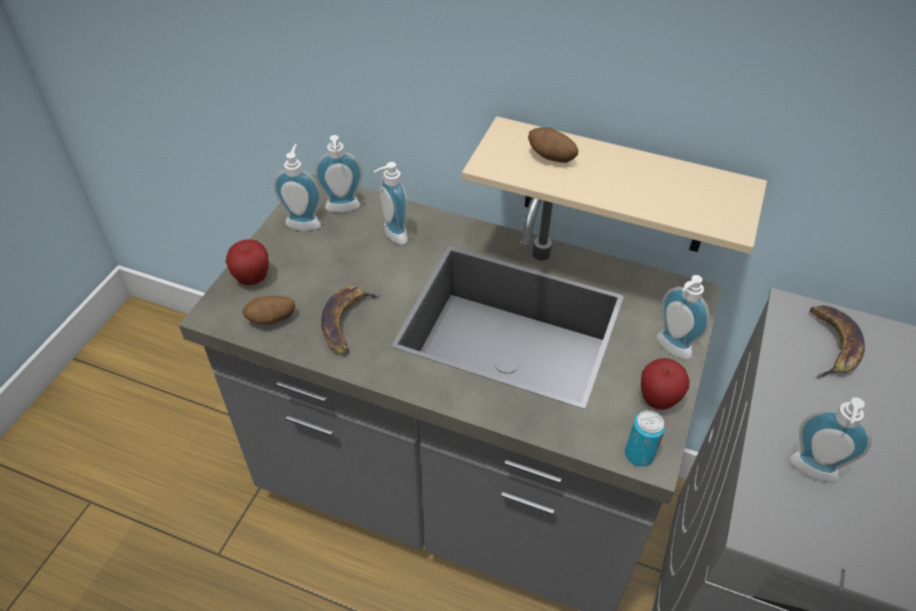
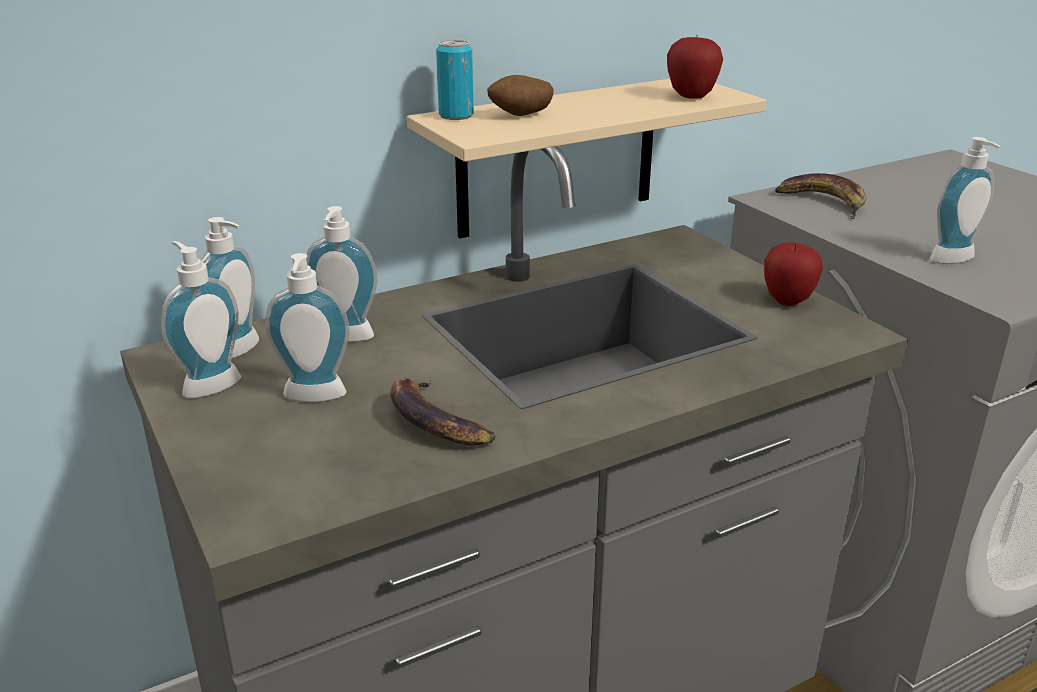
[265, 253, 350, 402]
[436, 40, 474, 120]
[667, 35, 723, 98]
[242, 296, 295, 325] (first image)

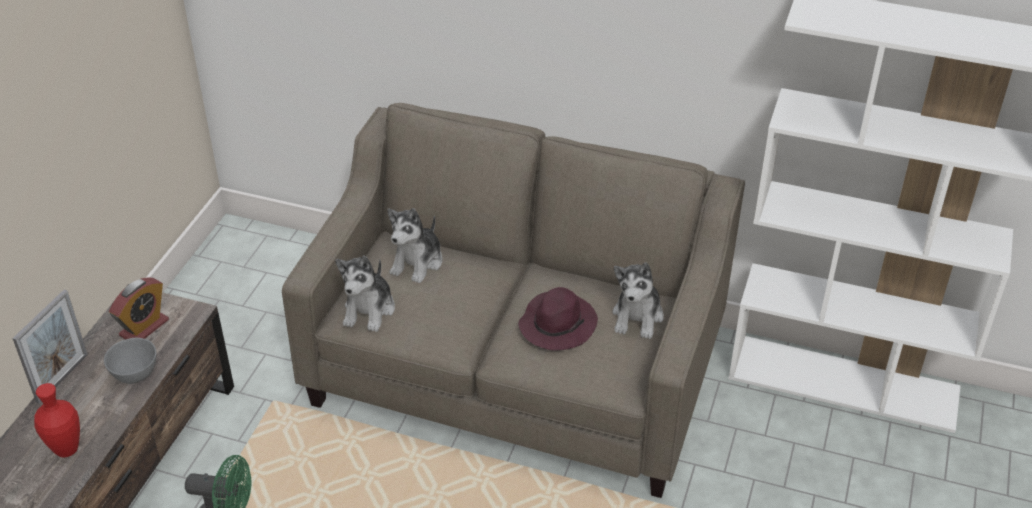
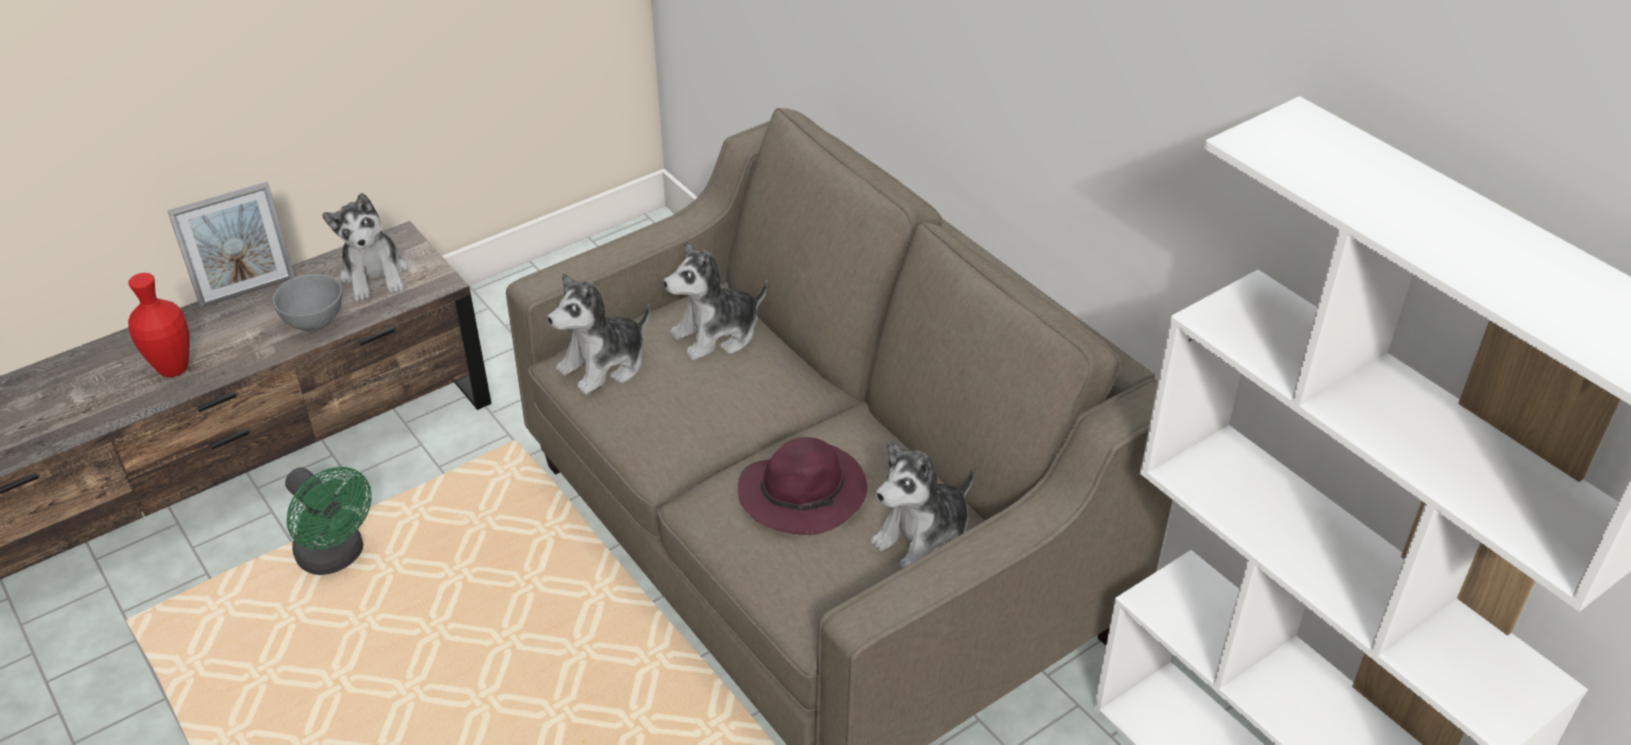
[322, 193, 408, 302]

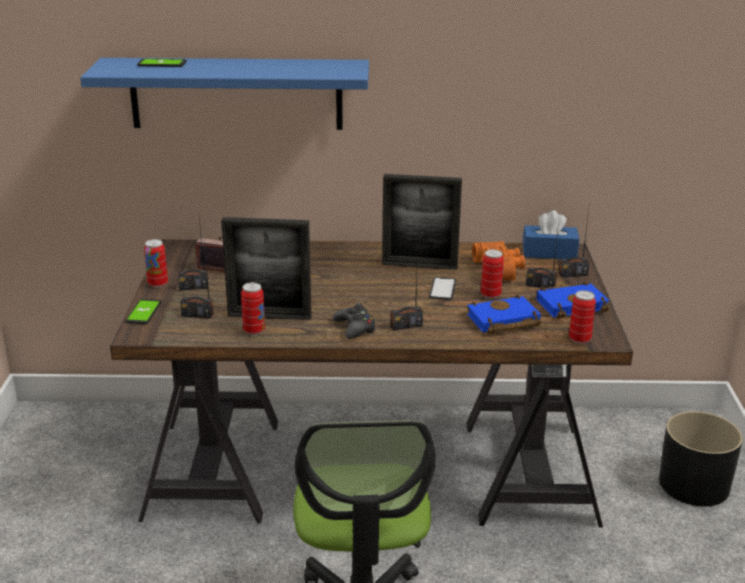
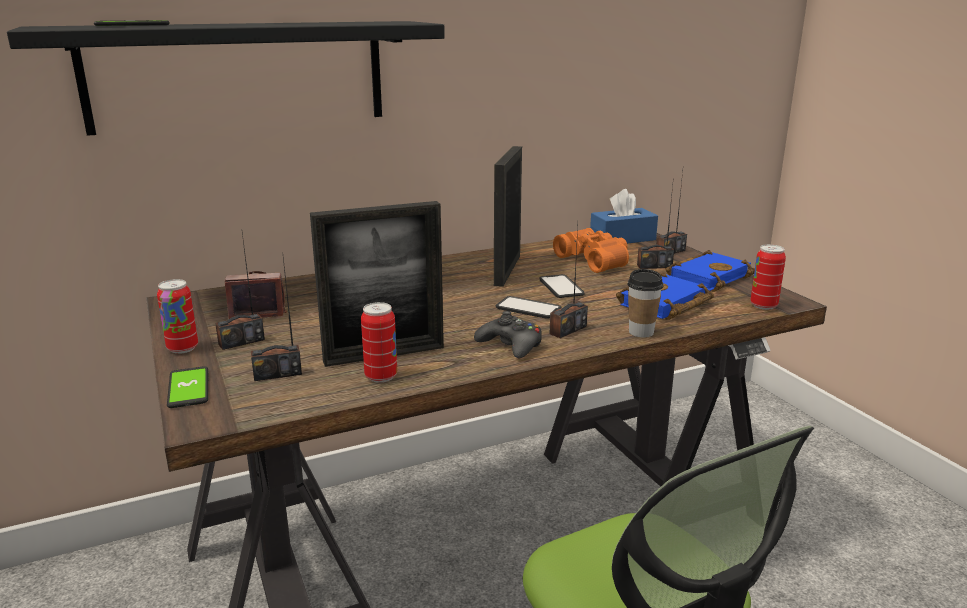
[7, 21, 445, 136]
[494, 146, 522, 287]
[496, 296, 562, 318]
[627, 269, 663, 338]
[481, 249, 504, 299] (first image)
[659, 411, 743, 506] (first image)

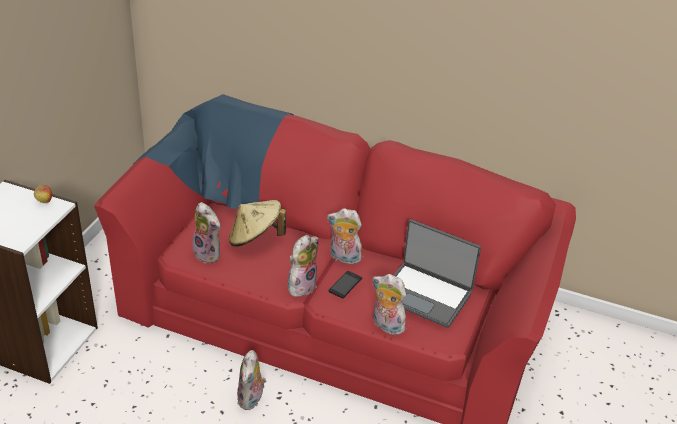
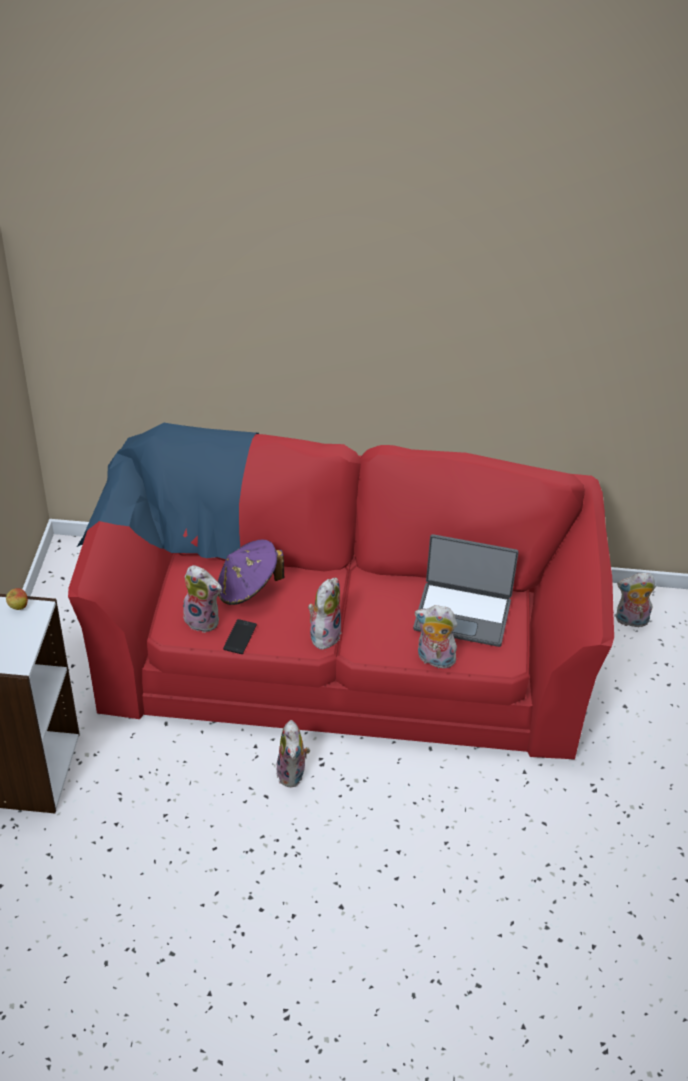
[218, 540, 284, 605]
[223, 619, 257, 654]
[616, 573, 656, 630]

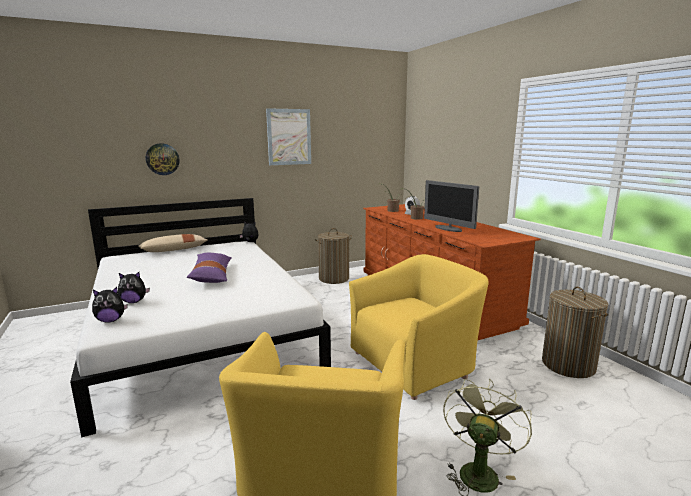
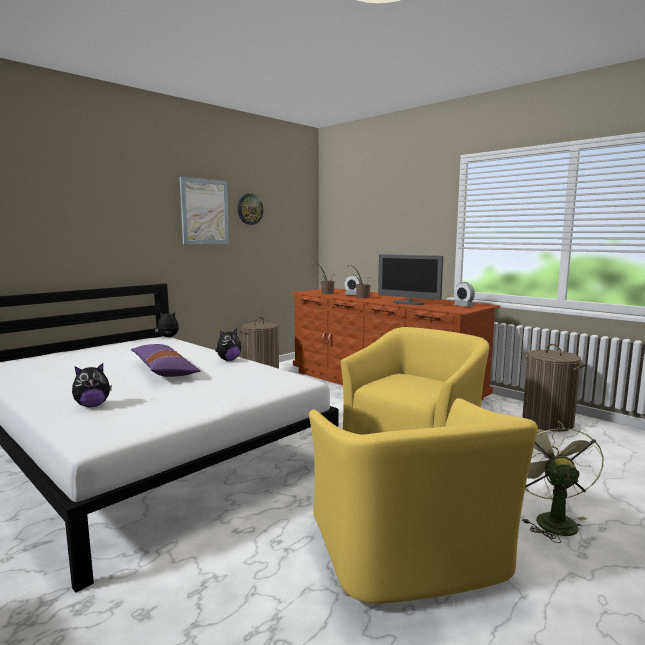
[215, 329, 241, 361]
[237, 194, 263, 225]
[454, 282, 475, 307]
[138, 234, 208, 252] (first image)

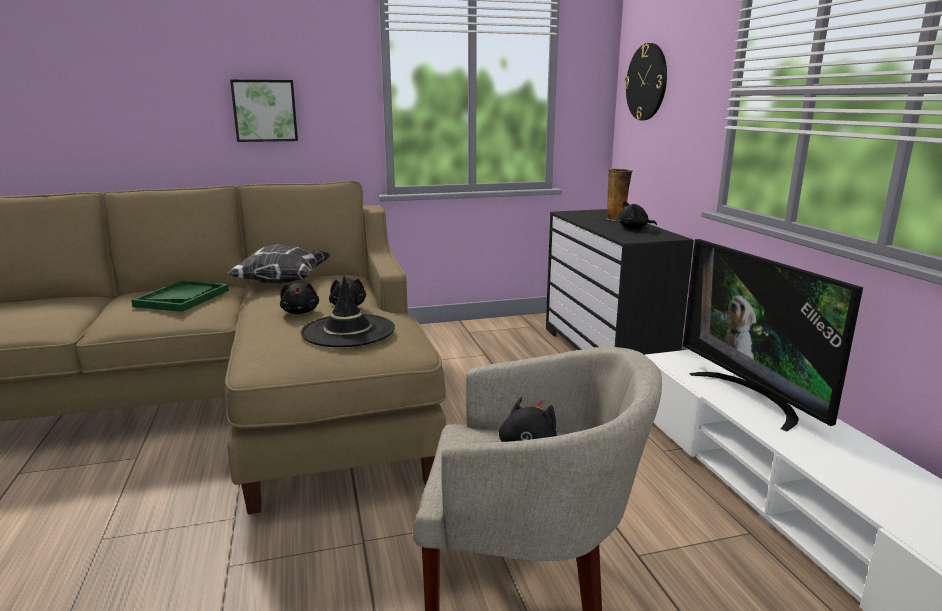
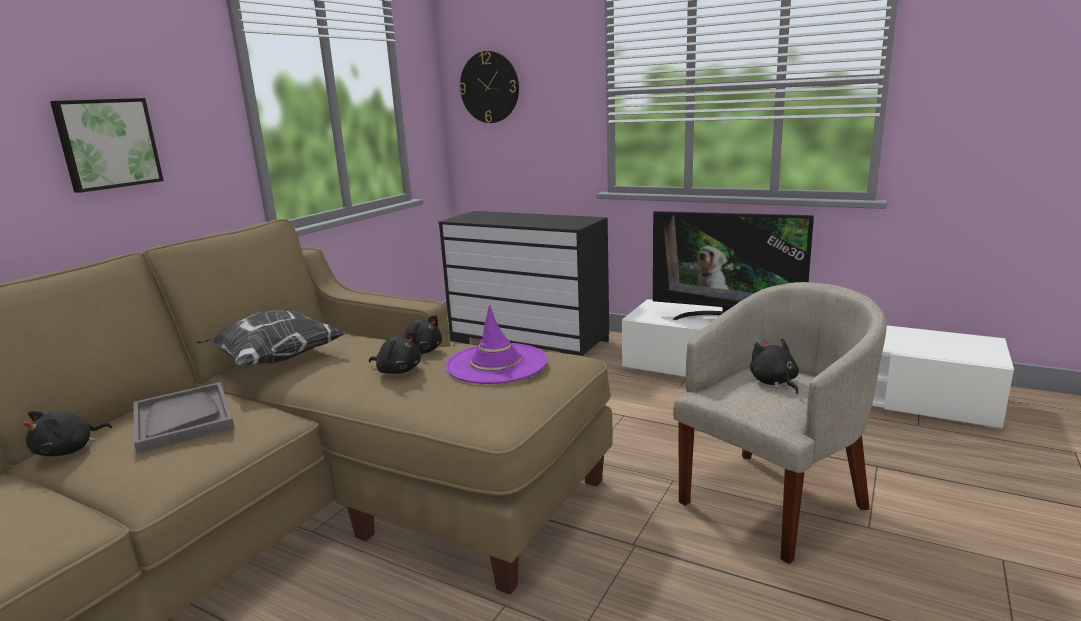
[24, 411, 112, 456]
[134, 382, 234, 454]
[446, 305, 547, 384]
[606, 169, 632, 221] (first image)

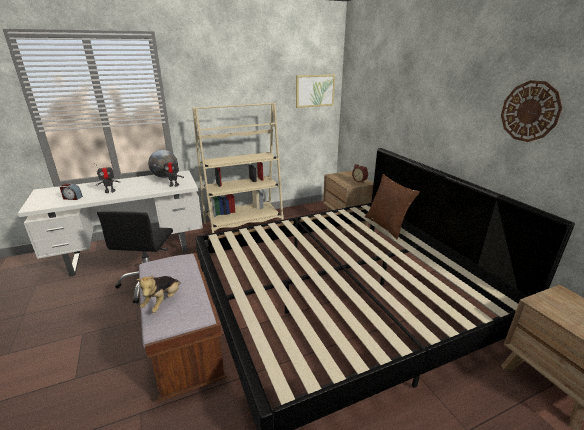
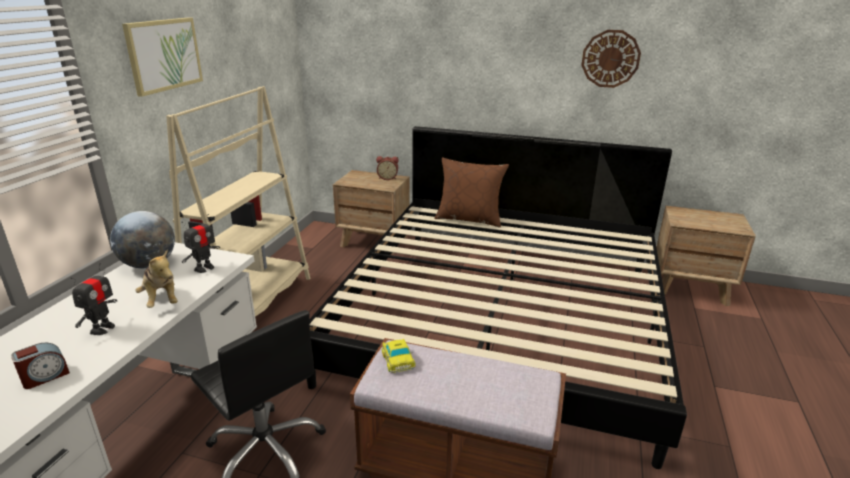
[122, 17, 203, 97]
[135, 250, 178, 308]
[381, 339, 416, 373]

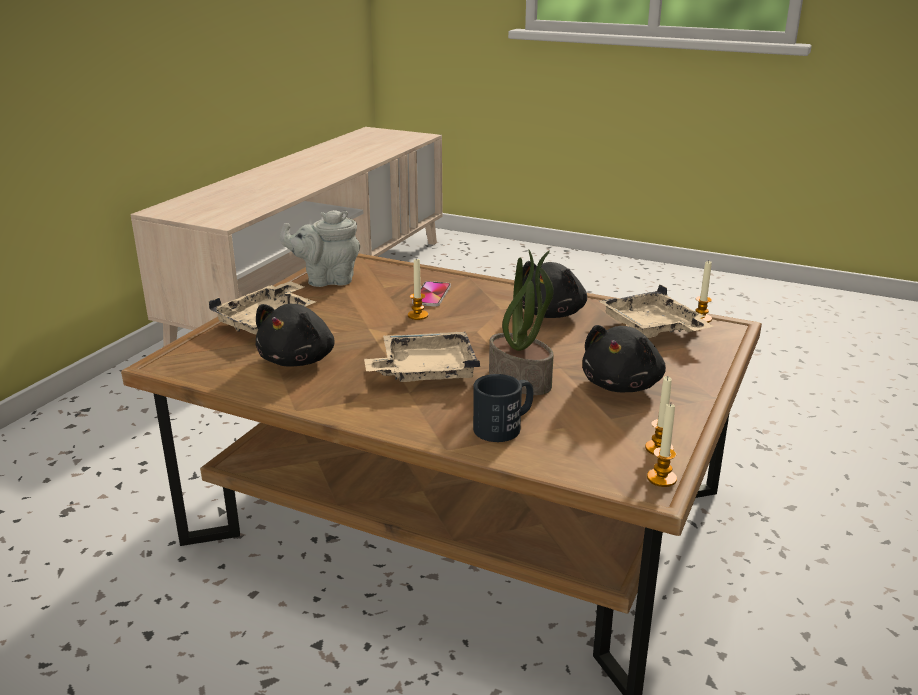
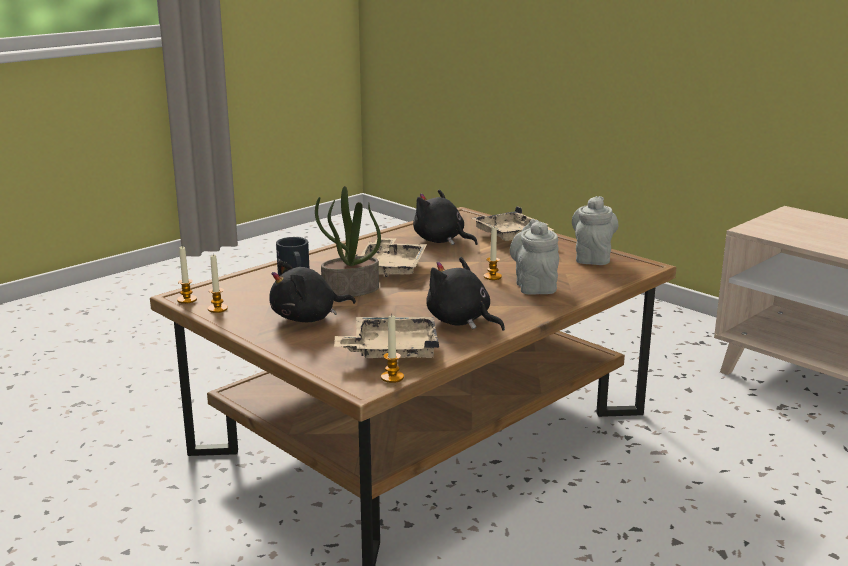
[269, 261, 356, 322]
[510, 219, 559, 295]

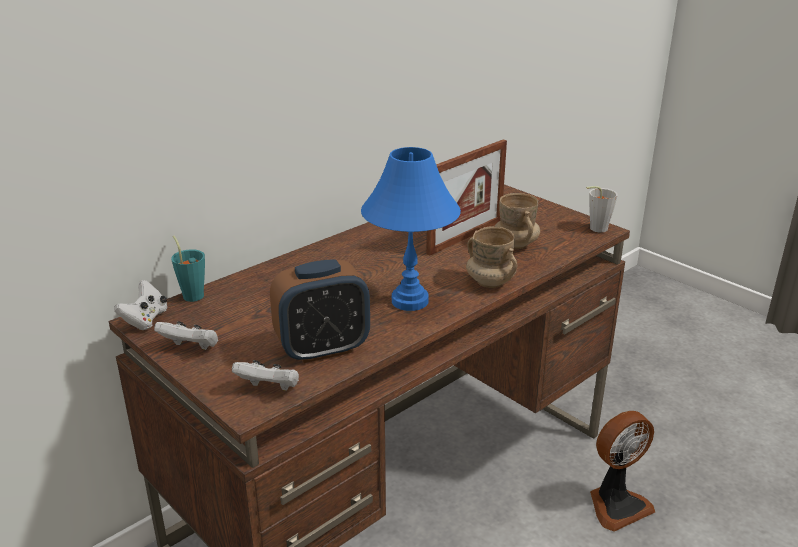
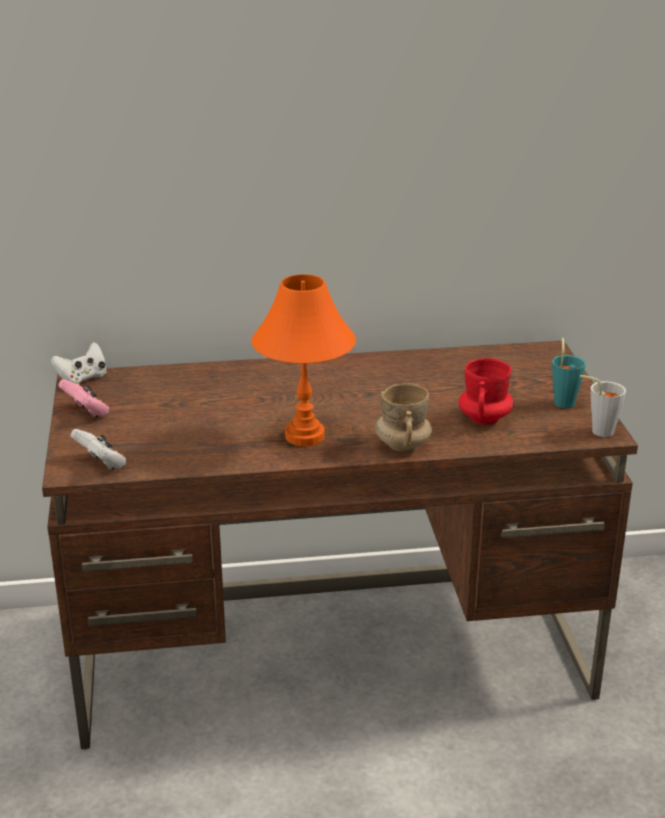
[58, 379, 109, 418]
[251, 274, 356, 446]
[459, 358, 514, 425]
[552, 338, 586, 408]
[270, 259, 370, 363] (first image)
[427, 139, 507, 255] (first image)
[590, 411, 655, 531] (first image)

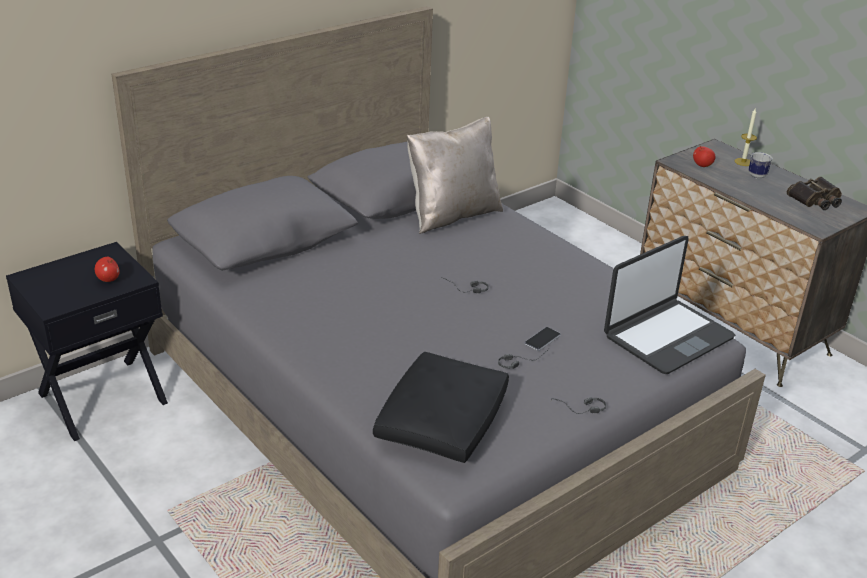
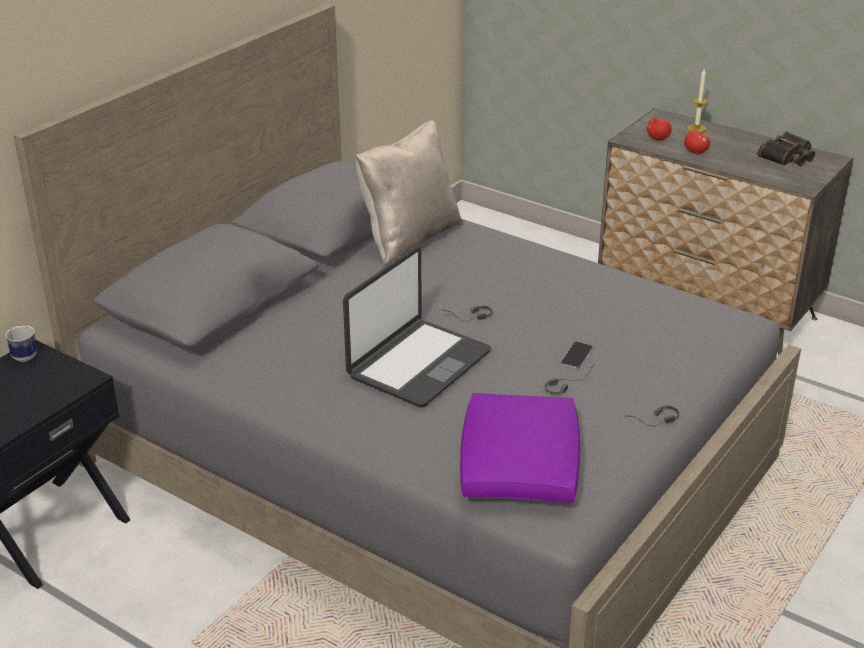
[5, 325, 37, 362]
[343, 247, 491, 407]
[460, 393, 581, 503]
[684, 130, 710, 154]

